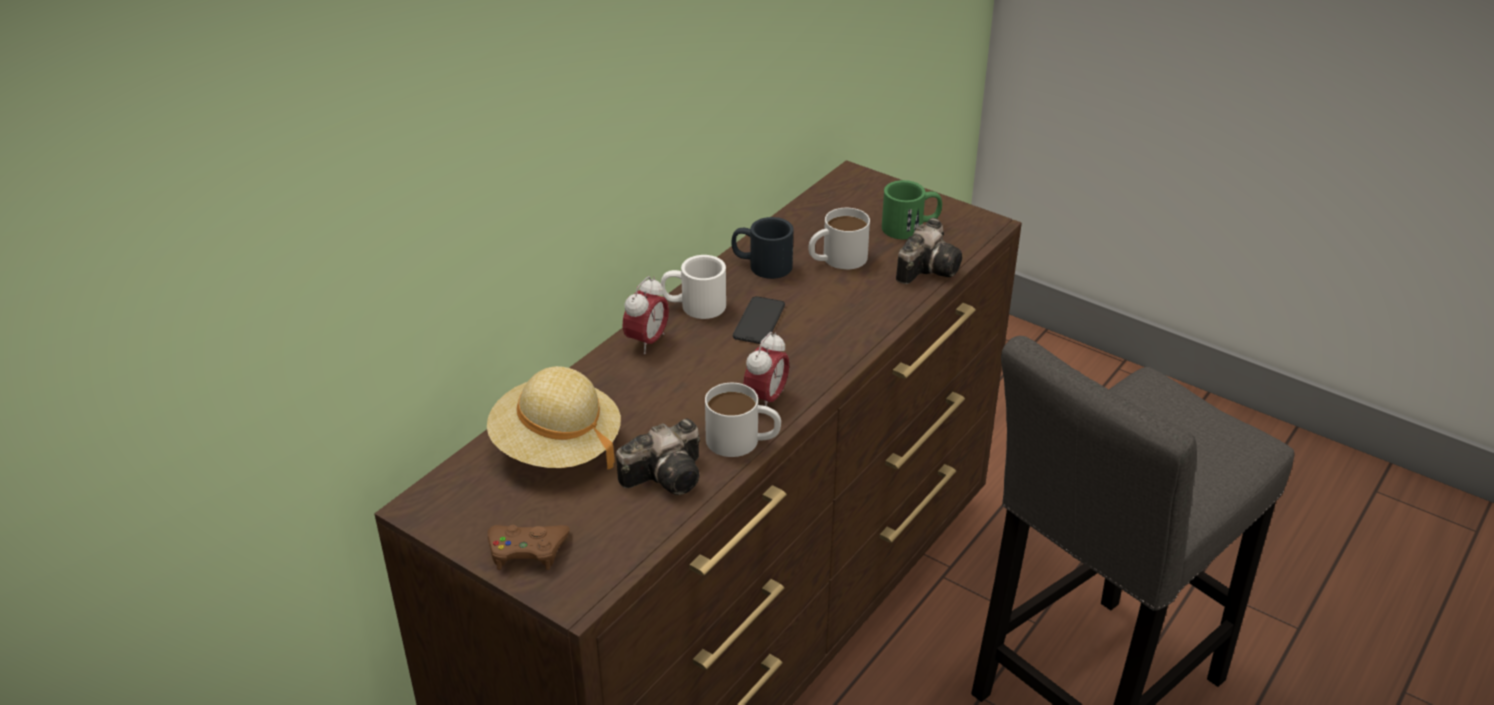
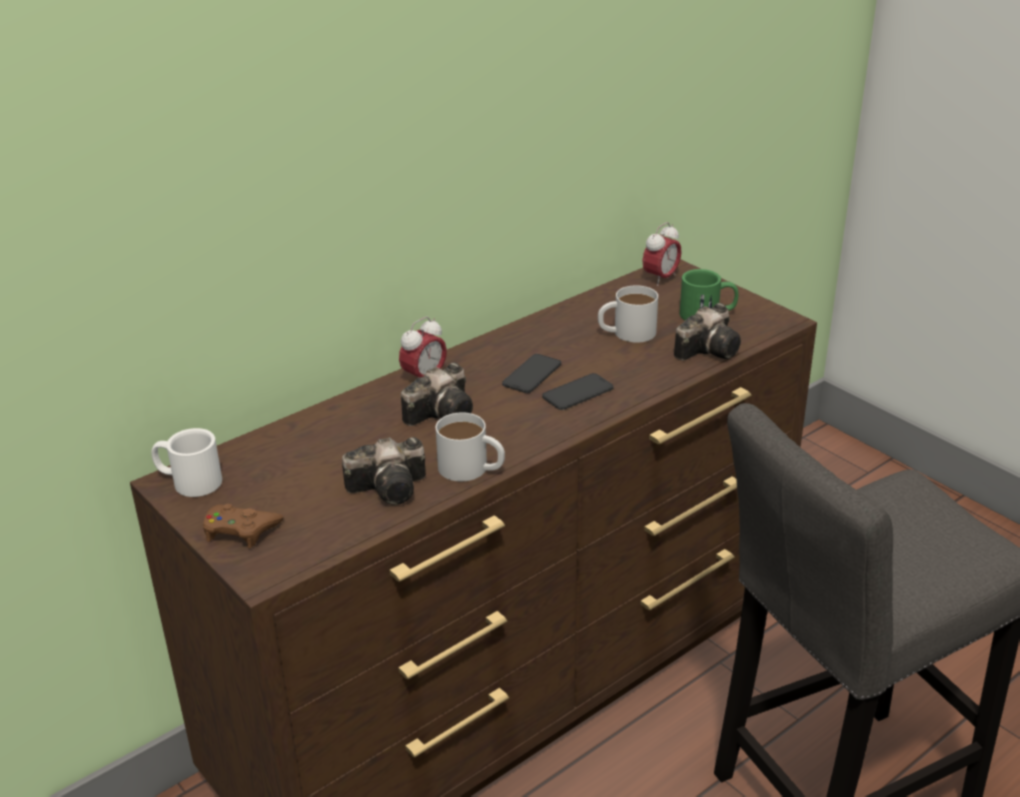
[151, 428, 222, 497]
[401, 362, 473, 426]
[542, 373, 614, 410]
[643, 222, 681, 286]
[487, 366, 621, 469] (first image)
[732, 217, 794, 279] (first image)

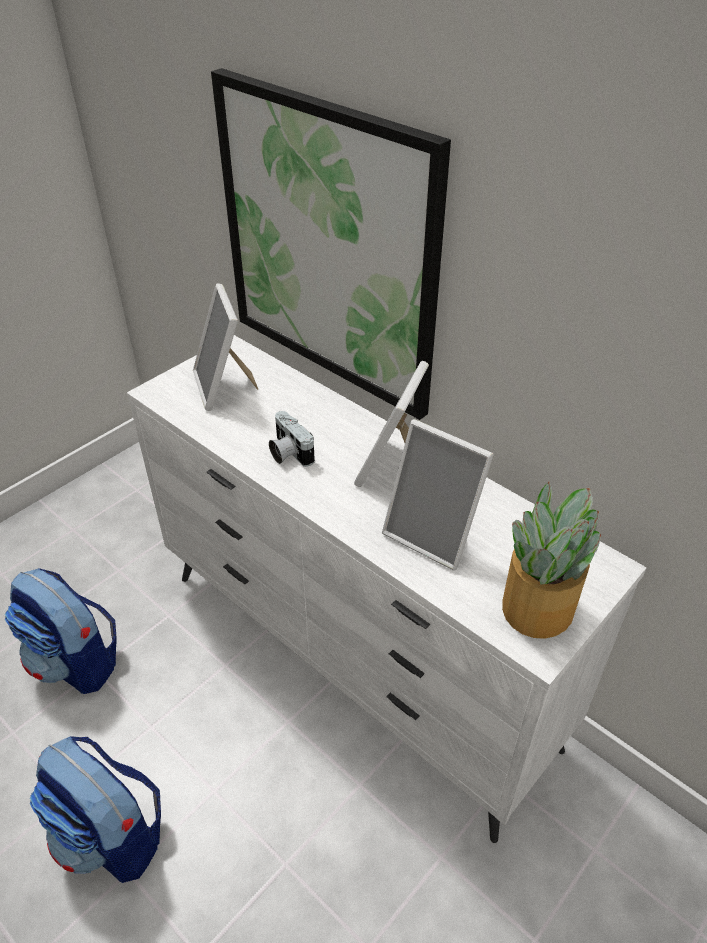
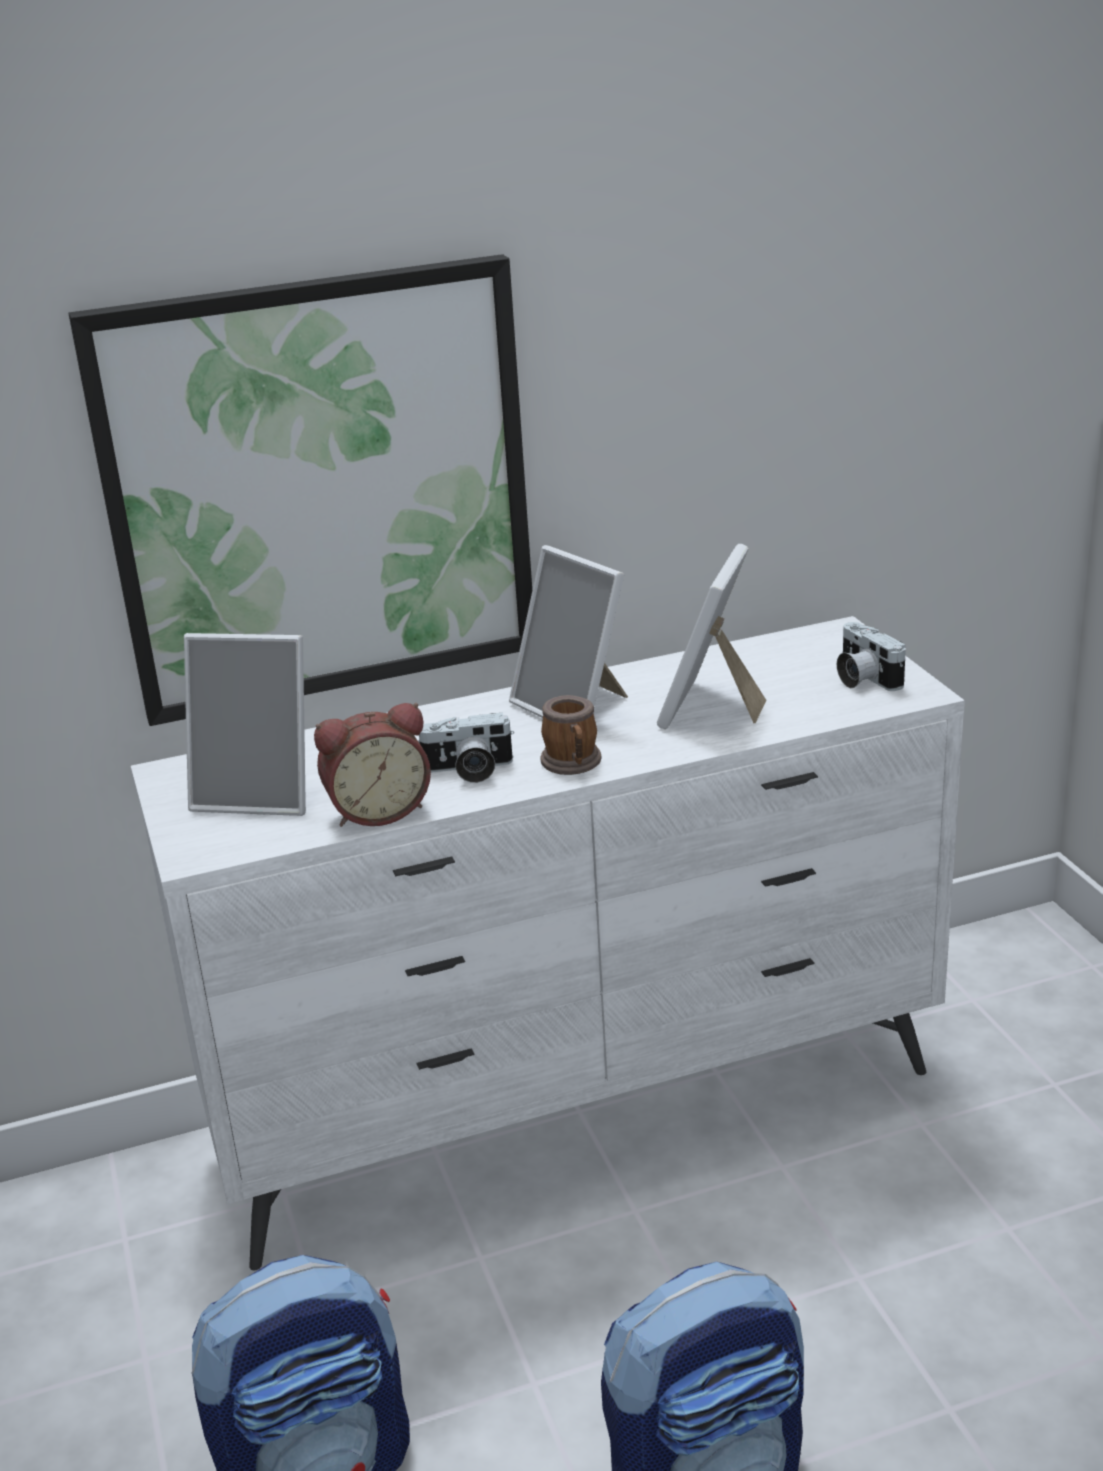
[314, 703, 431, 827]
[540, 695, 602, 775]
[657, 544, 766, 729]
[837, 622, 906, 691]

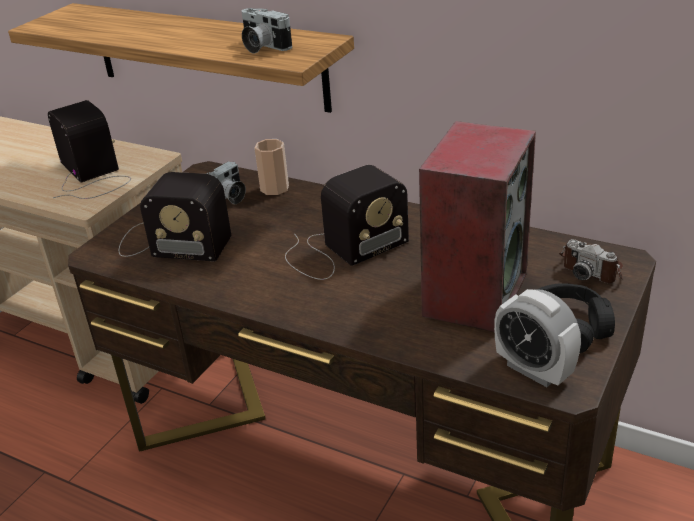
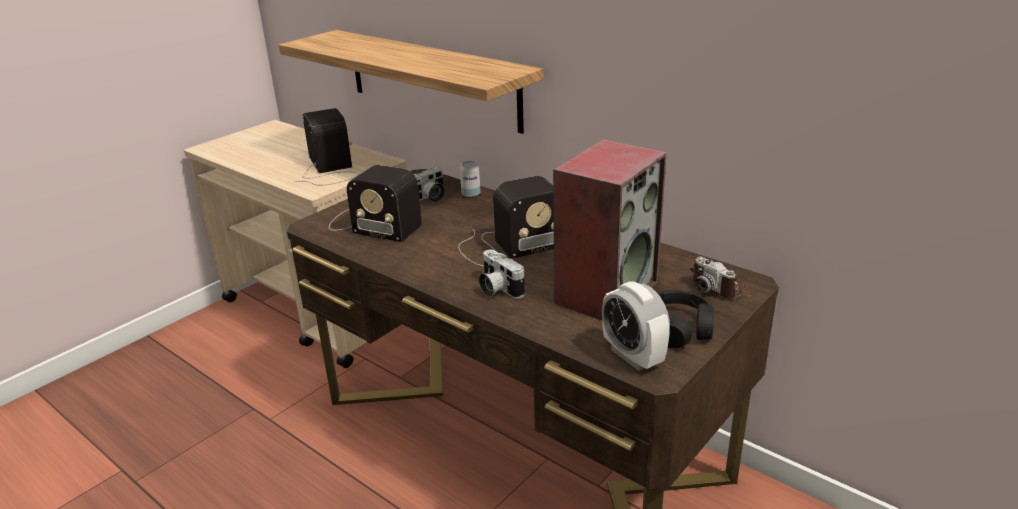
[460, 161, 481, 197]
[479, 250, 525, 299]

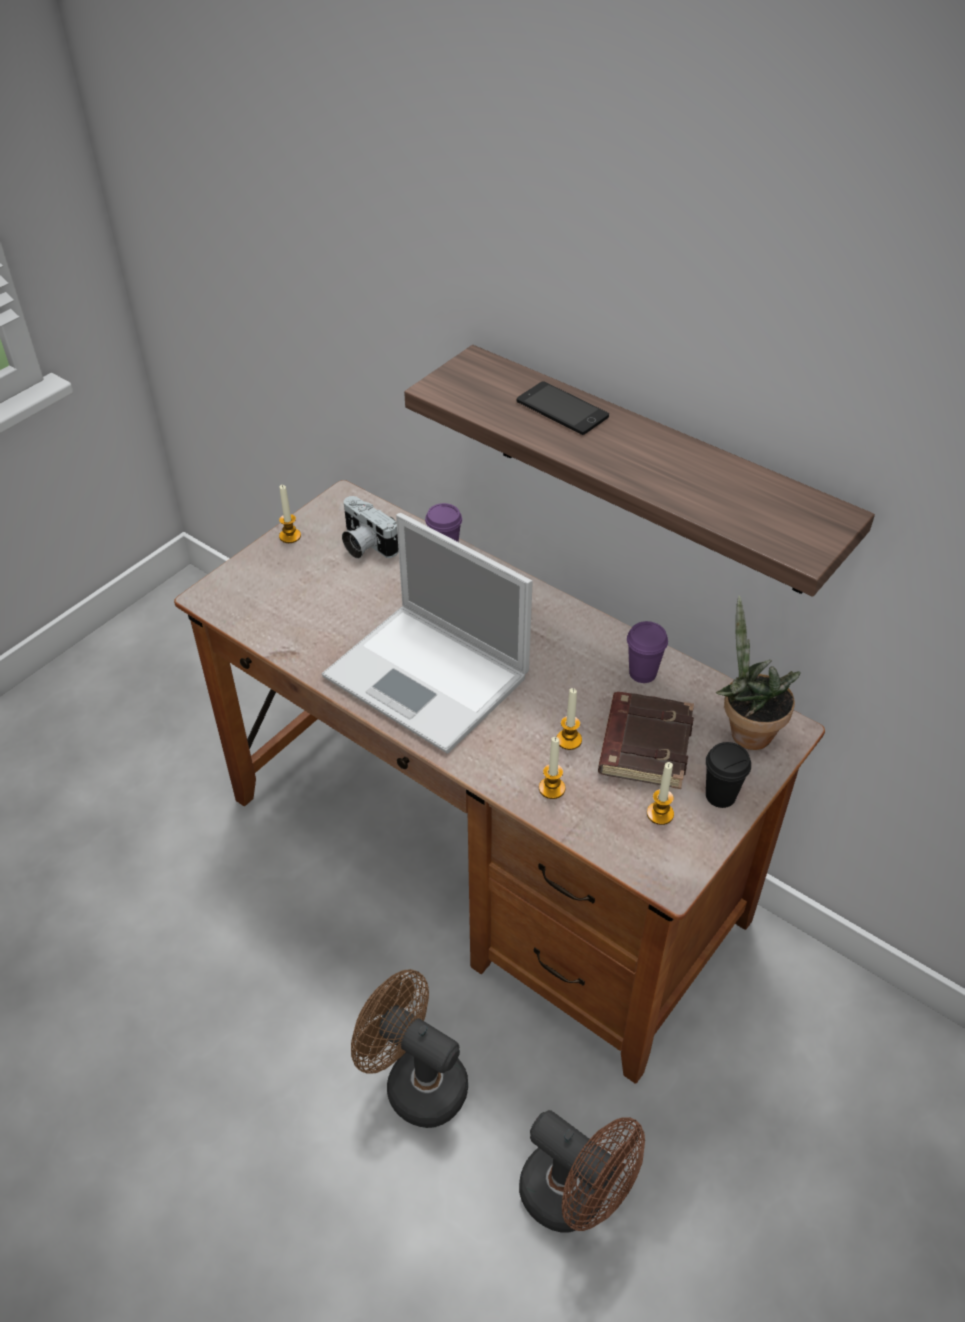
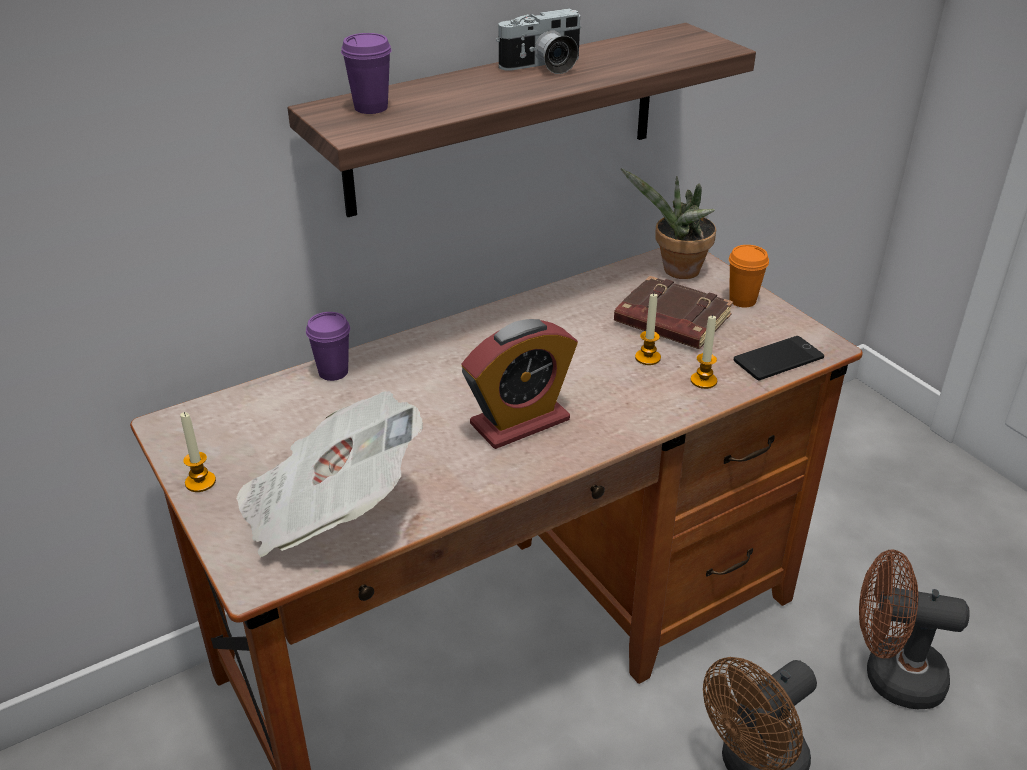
[236, 391, 423, 557]
[341, 33, 392, 114]
[461, 319, 578, 449]
[496, 9, 581, 74]
[729, 245, 769, 308]
[734, 336, 824, 380]
[859, 550, 970, 709]
[647, 762, 674, 825] (first image)

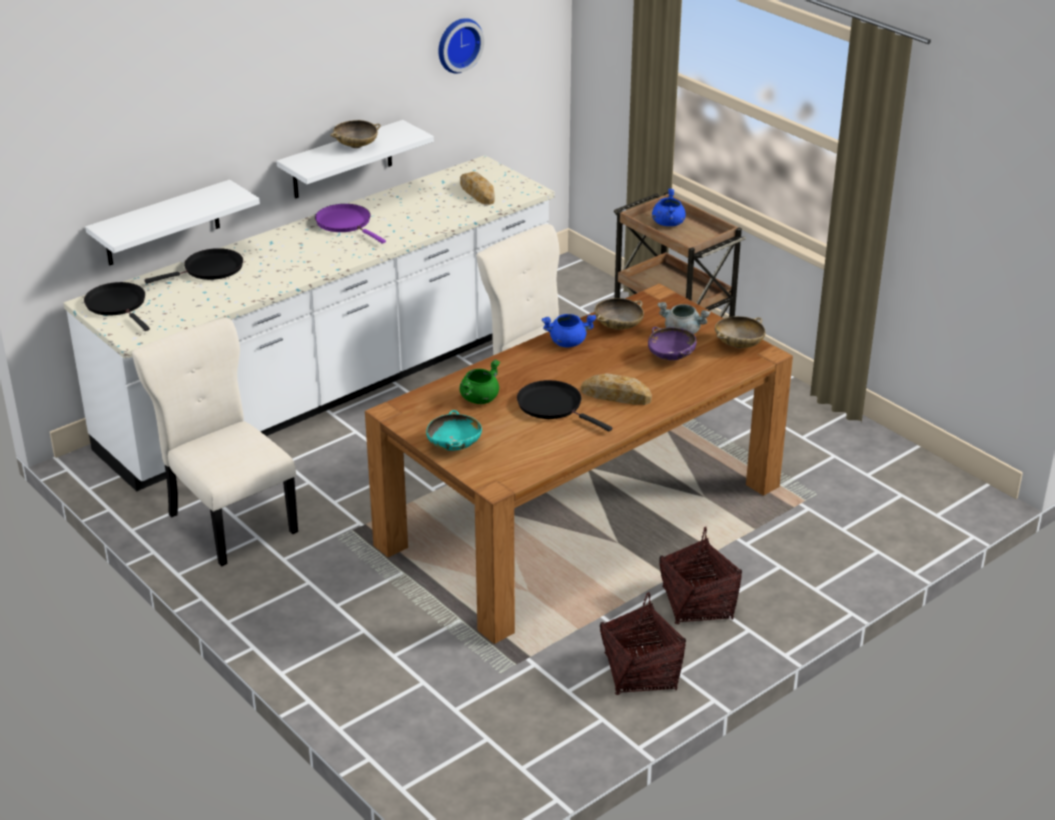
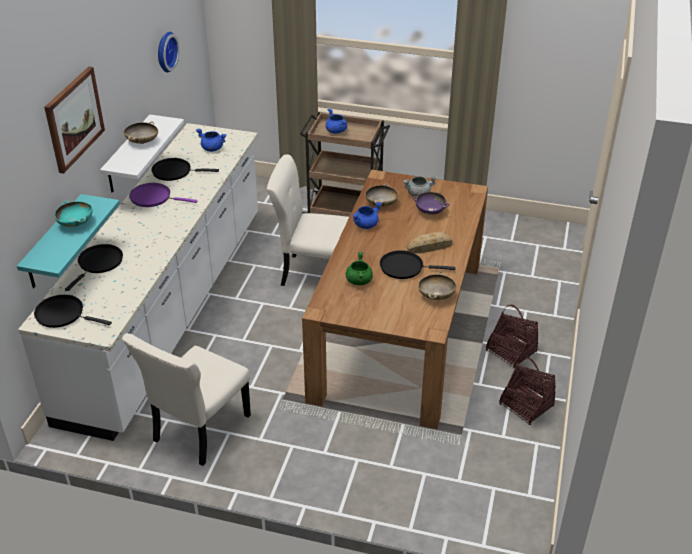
[17, 194, 120, 288]
[44, 67, 105, 174]
[55, 201, 93, 227]
[122, 333, 251, 466]
[151, 158, 219, 181]
[196, 129, 227, 152]
[418, 272, 456, 300]

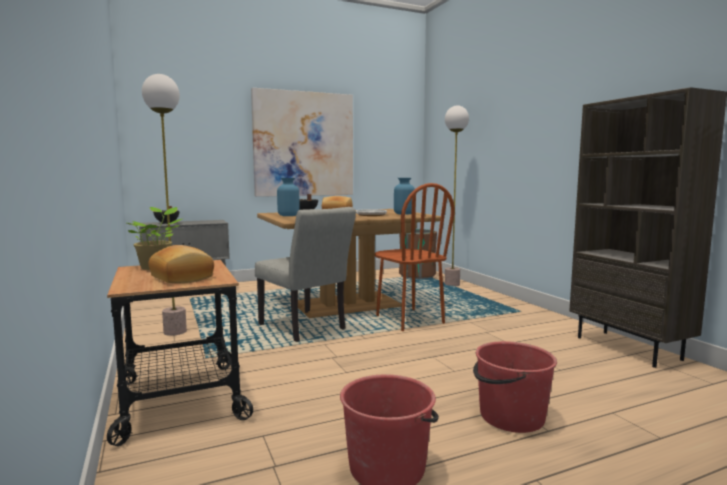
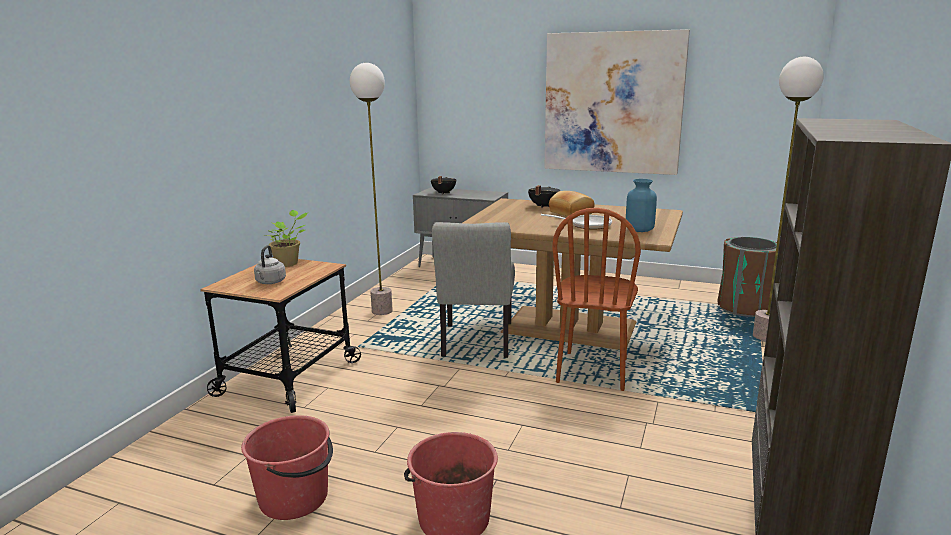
[254, 245, 286, 284]
[277, 178, 300, 216] (first image)

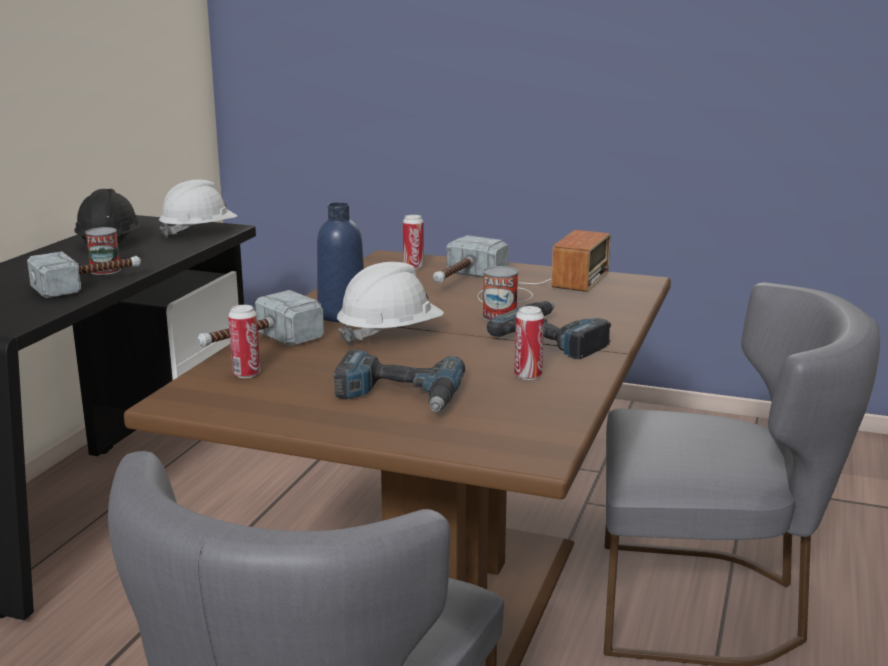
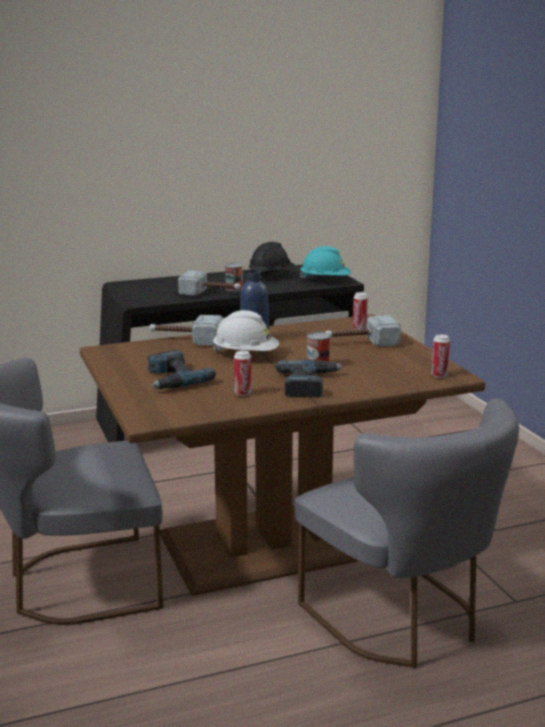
[299, 246, 351, 280]
[431, 334, 450, 378]
[477, 230, 610, 303] (first image)

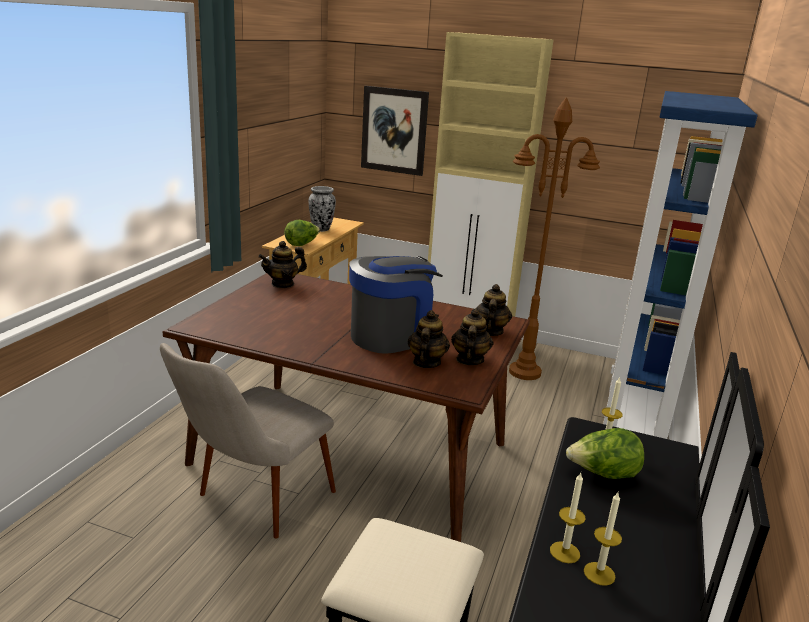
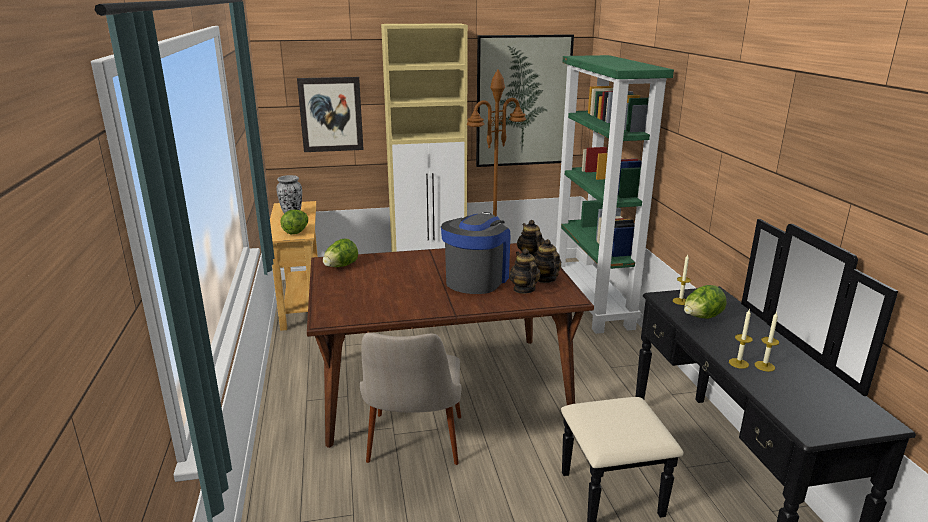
[323, 239, 358, 267]
[476, 34, 574, 167]
[556, 55, 674, 334]

